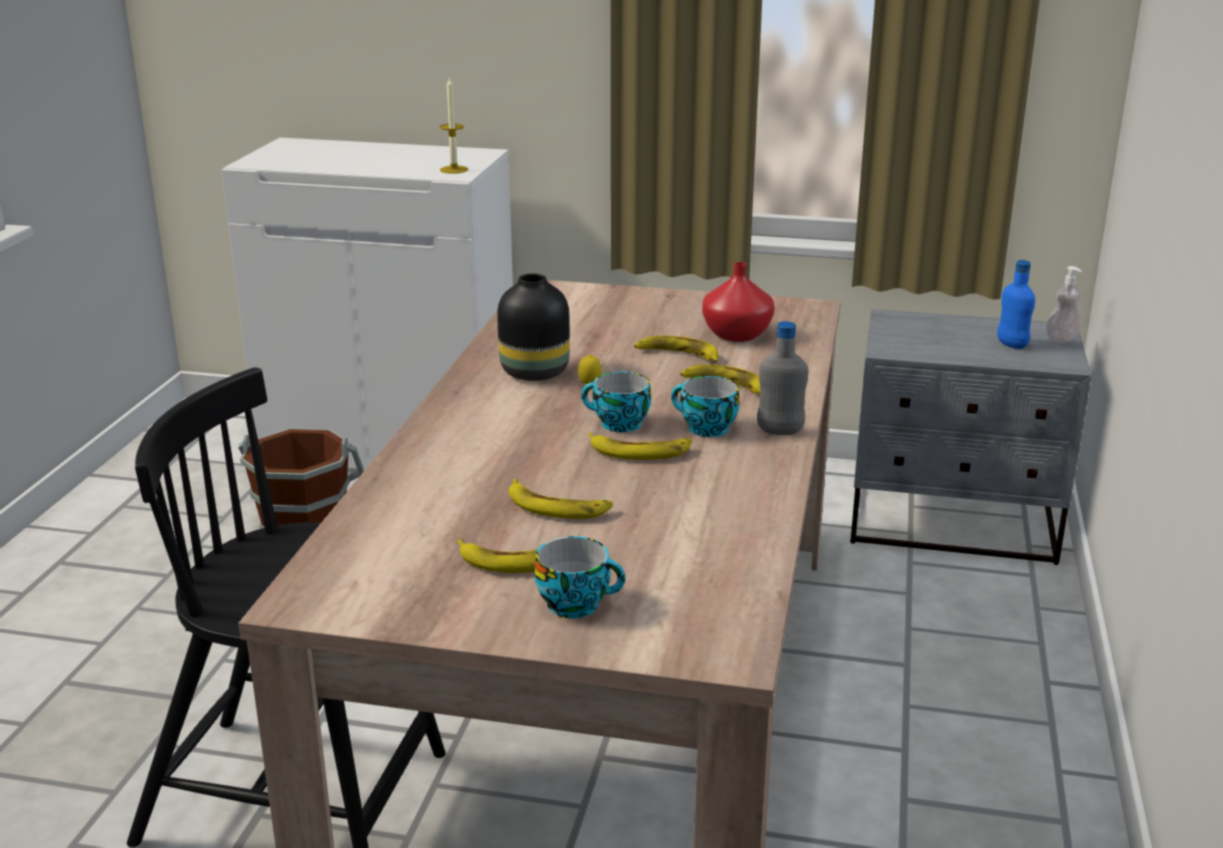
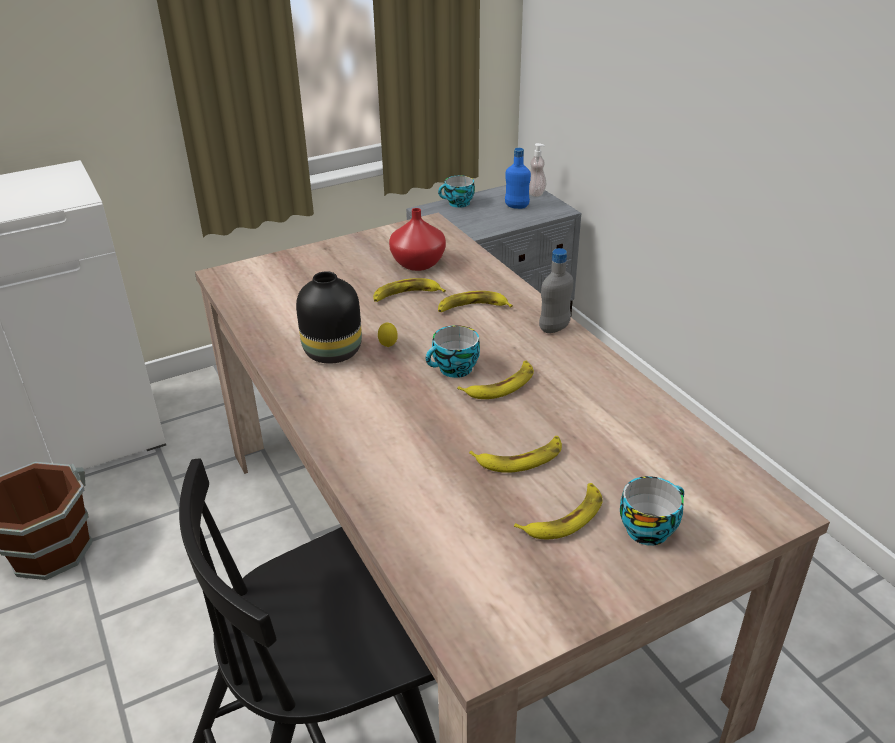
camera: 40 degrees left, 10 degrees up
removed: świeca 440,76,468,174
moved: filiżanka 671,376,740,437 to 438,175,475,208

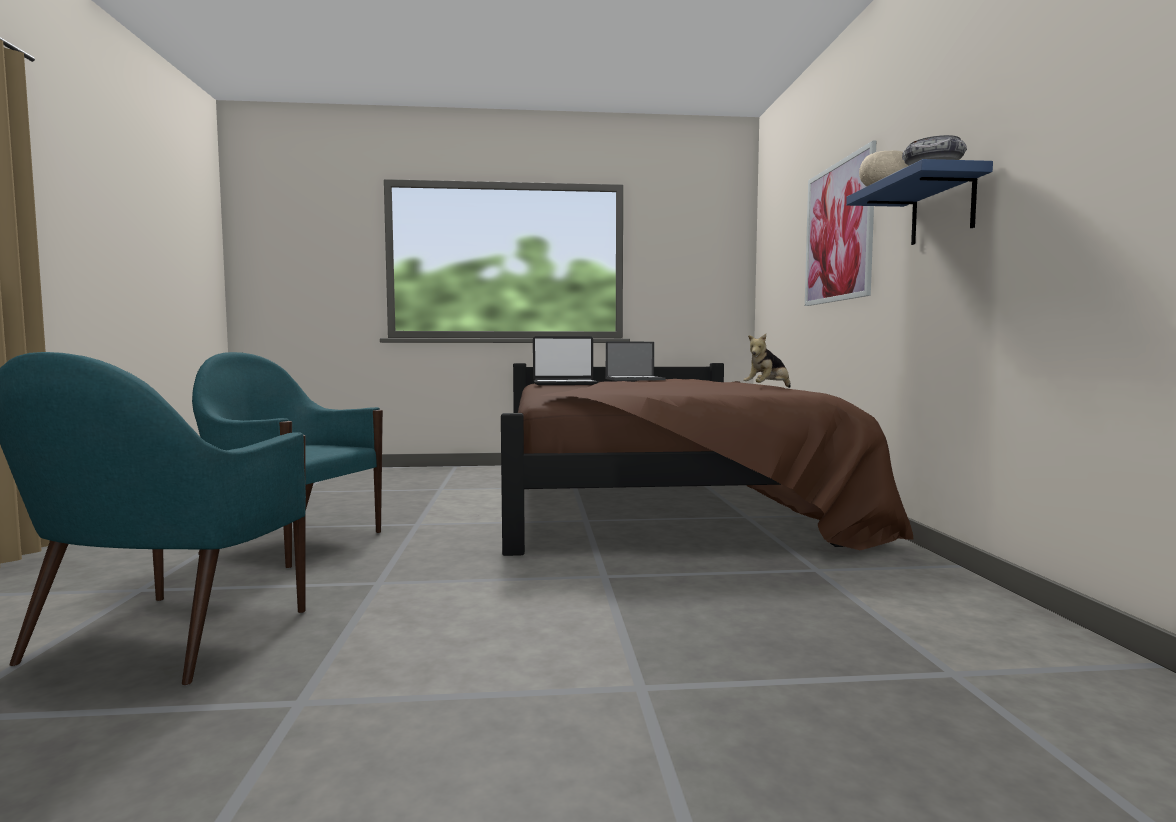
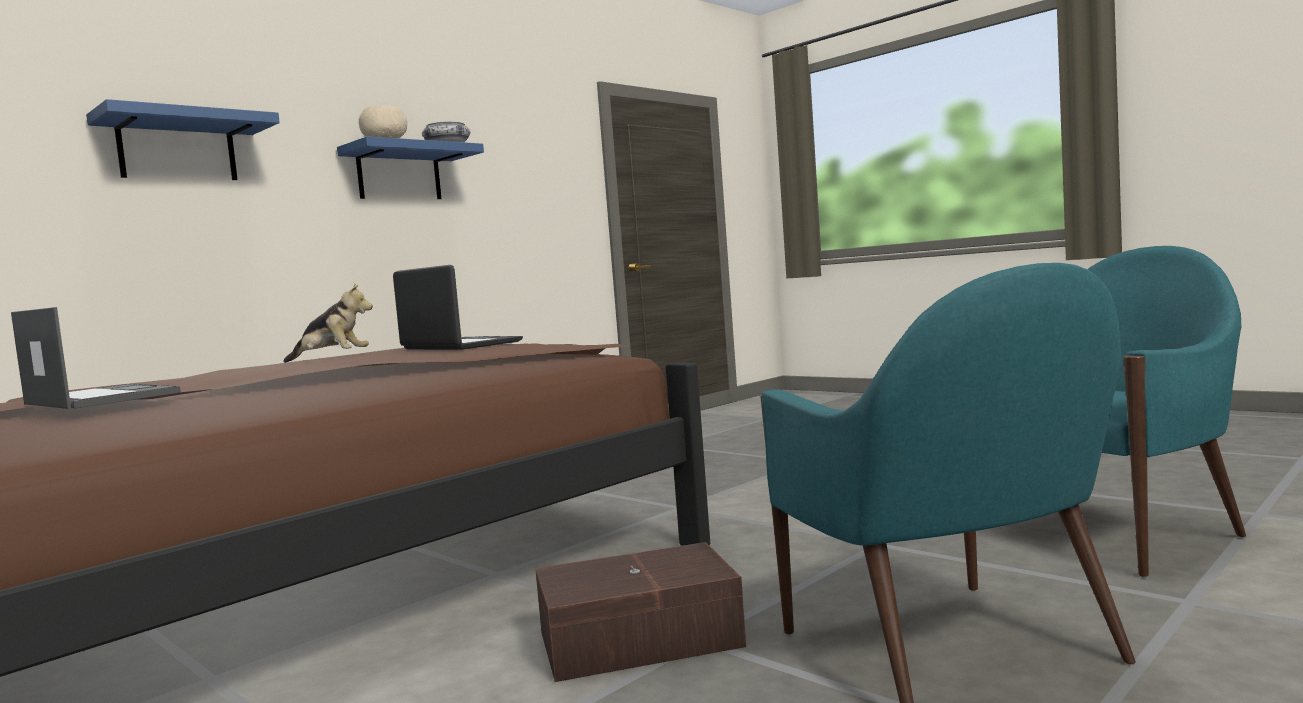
camera: 130 degrees left, 0 degrees up
added: pojemnik do przechowywania/brązowy 535,542,746,682
moved: laptop 533,336,599,385 to 393,265,523,350
replaced: obraz 805,140,876,306 to półka/niebieski 86,99,280,180

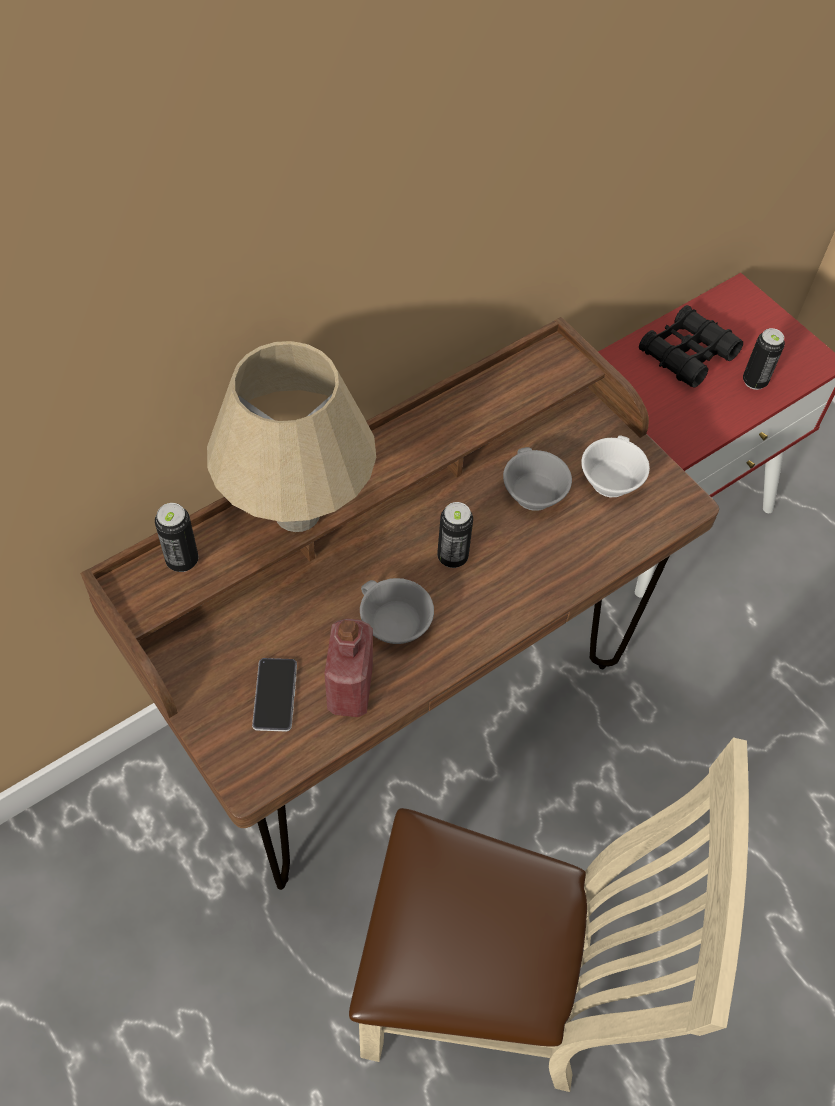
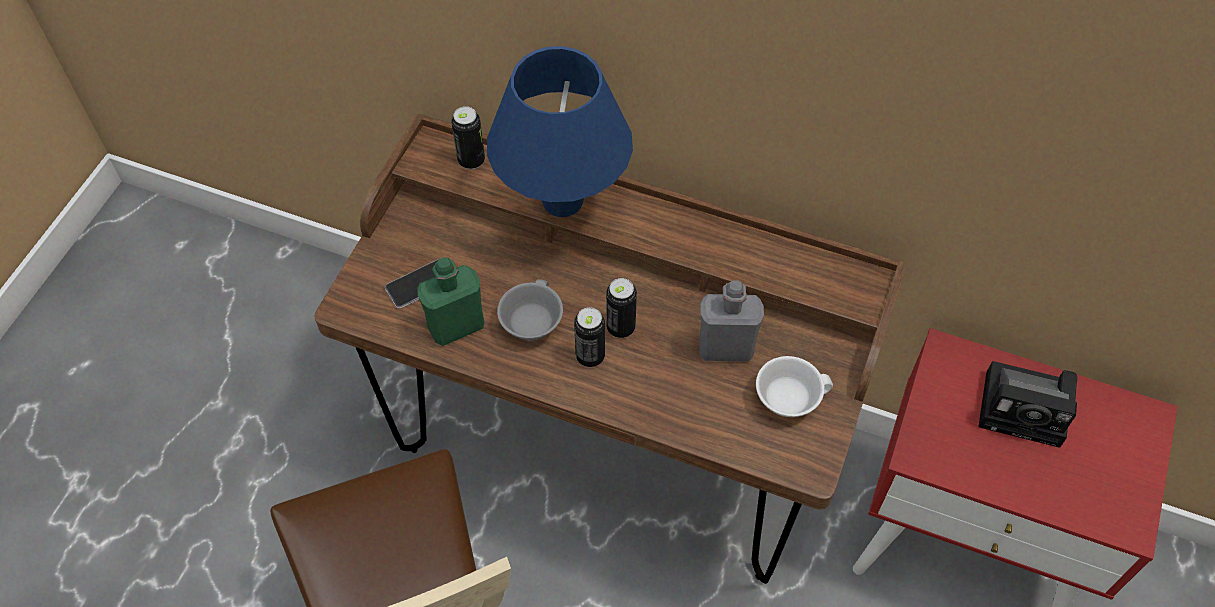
camera: 60 degrees right, 0 degrees up
moved: puszka 743,328,785,390 to 574,307,605,367
replaced: filiżanka/szary 503,447,572,511 to butelka/szary 699,280,764,362; lornetka/czarny 639,305,743,388 to aparat fotograficzny 978,361,1077,448
recoloured: butelka/czerwony 325,619,373,717 to butelka/zielony 418,257,484,346; lampa stołowa/beżowy 207,341,376,532 to lampa stołowa/niebieski 487,46,633,217

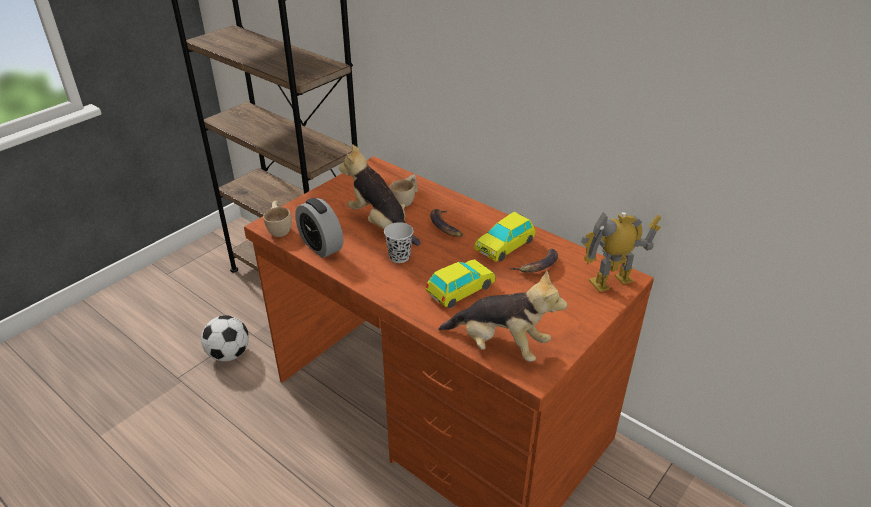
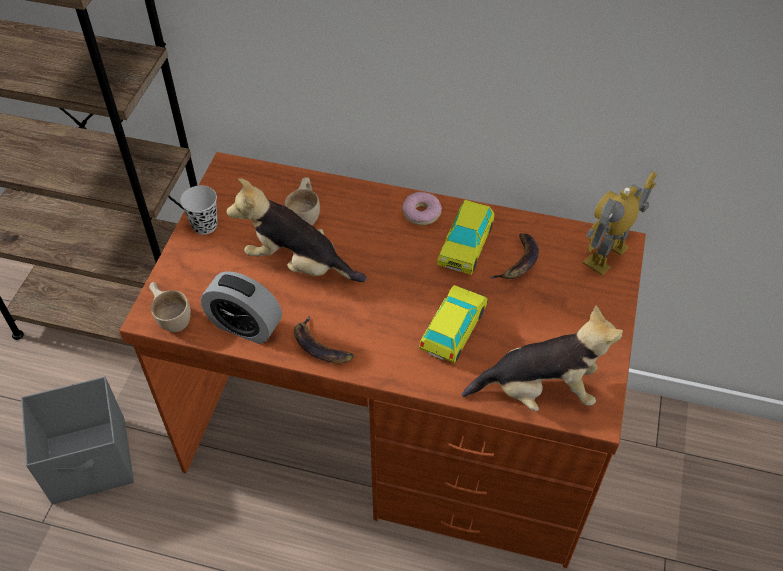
camera: 25 degrees left, 15 degrees up
added: donut 402,192,442,225
moved: filiżanka/czarny 384,222,414,263 to 180,185,218,235; banan 430,209,463,237 to 294,315,354,364
replaced: piłka futbolowa 201,315,249,361 to pojemnik do przechowywania/szary 21,376,134,505

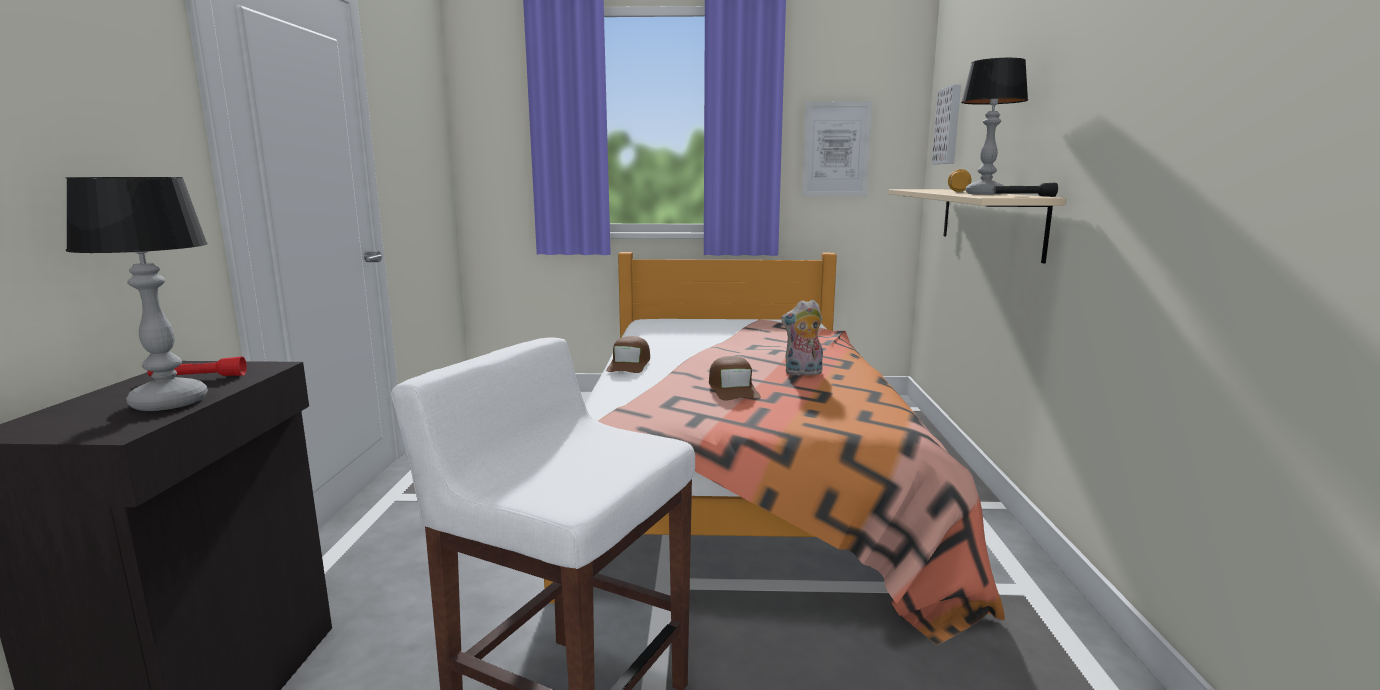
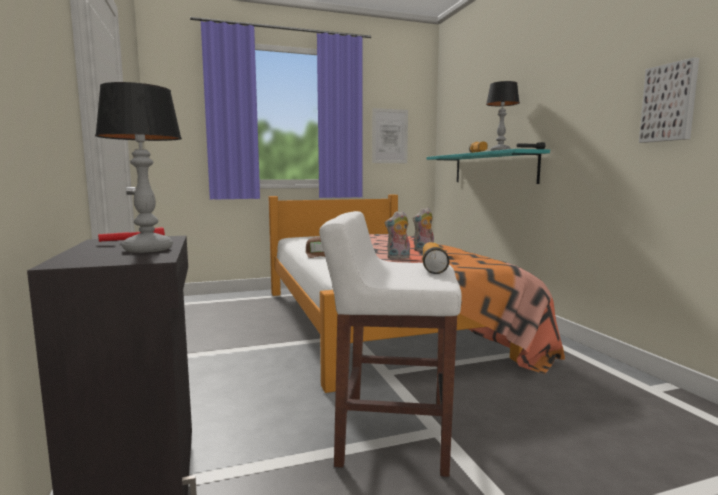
camera: 20 degrees left, 5 degrees down
added: latarka 422,242,449,274
moved: obraz 932,84,961,164 to 639,57,699,143
replaced: czapka z daszkiem/brązowy 709,356,761,401 to pluszak 385,211,410,259
recoloured: półka/beżowy 888,189,1066,263 to półka/turkusowy 427,149,550,184

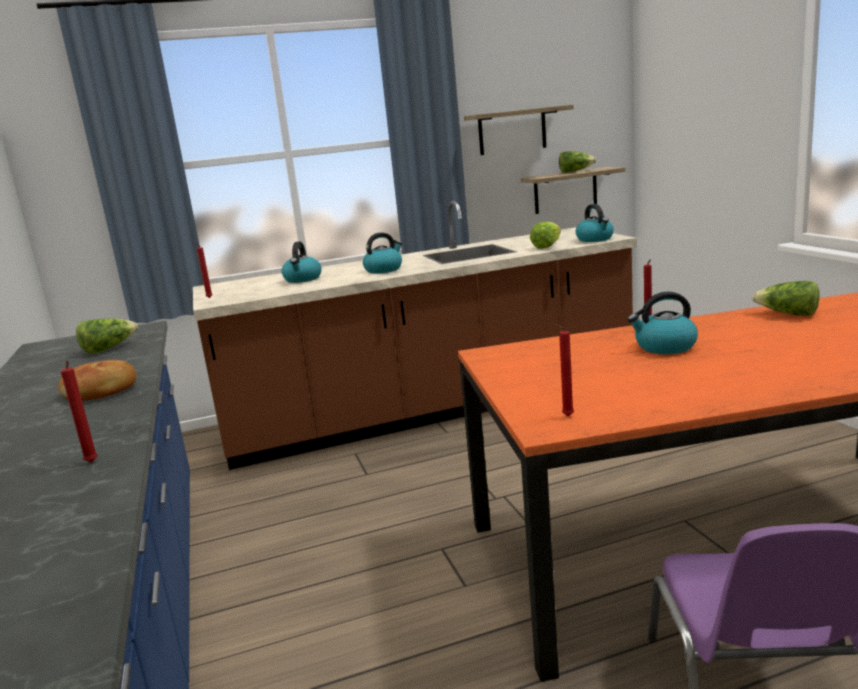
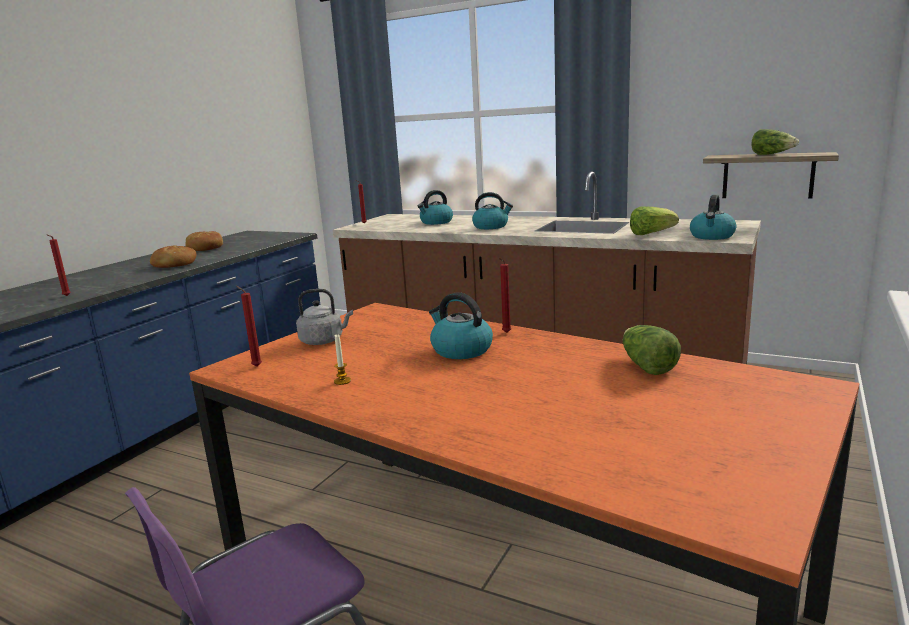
camera: 45 degrees right, 0 degrees up
removed: sałata 76,318,138,354; półka 464,105,574,155
added: chleb 185,231,223,251; czajnik/szary 296,289,353,345; świeca 334,334,351,385

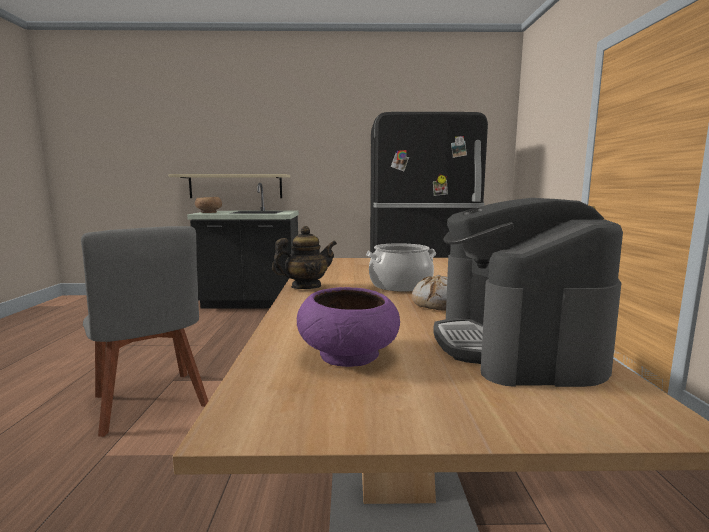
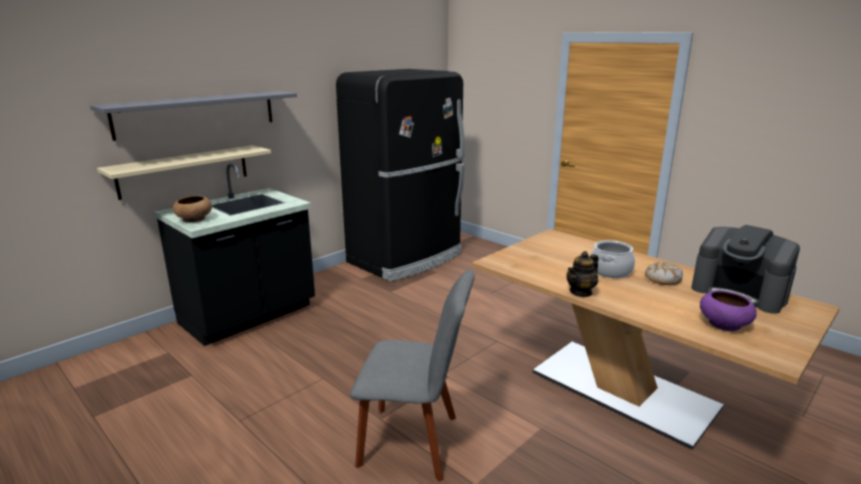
camera: 45 degrees left, 10 degrees up
added: półka/szary 90,91,297,141
turned: imbryk 272,226,337,289 = 566,251,599,298 150 degrees counterclockwise

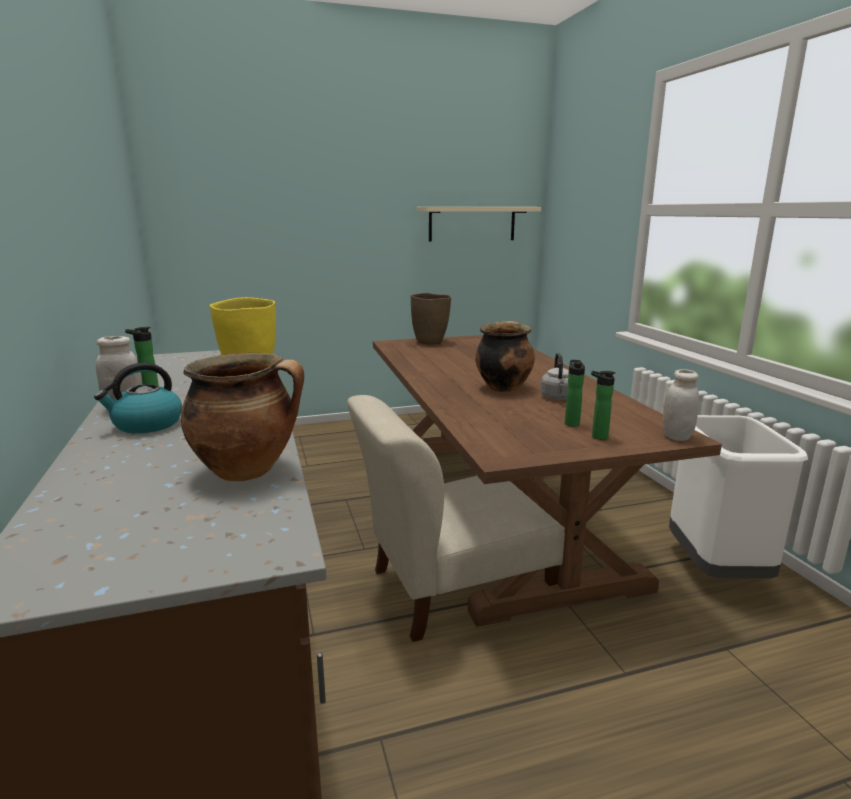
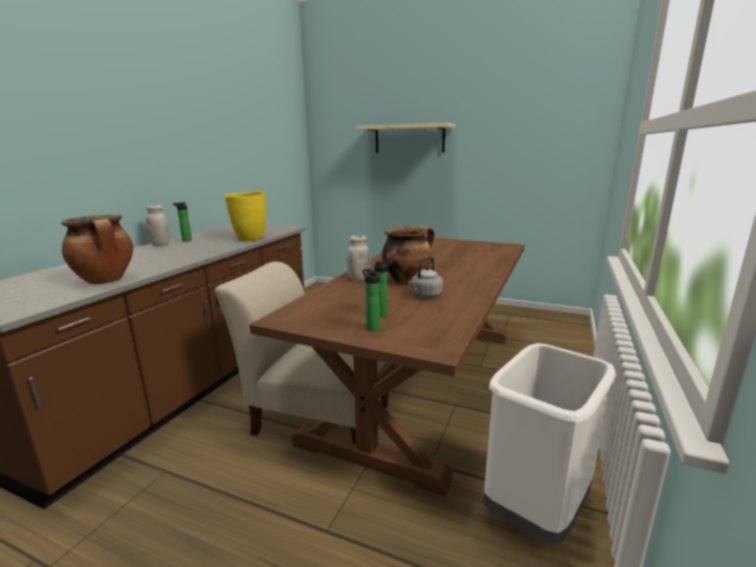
camera: 40 degrees right, 0 degrees up
removed: czajnik 94,363,182,433; wazon/brązowy 411,293,451,345
moved: słoik/biały 663,369,699,441 to 347,235,370,281; półka/beżowy 417,207,541,242 to 356,123,455,153

